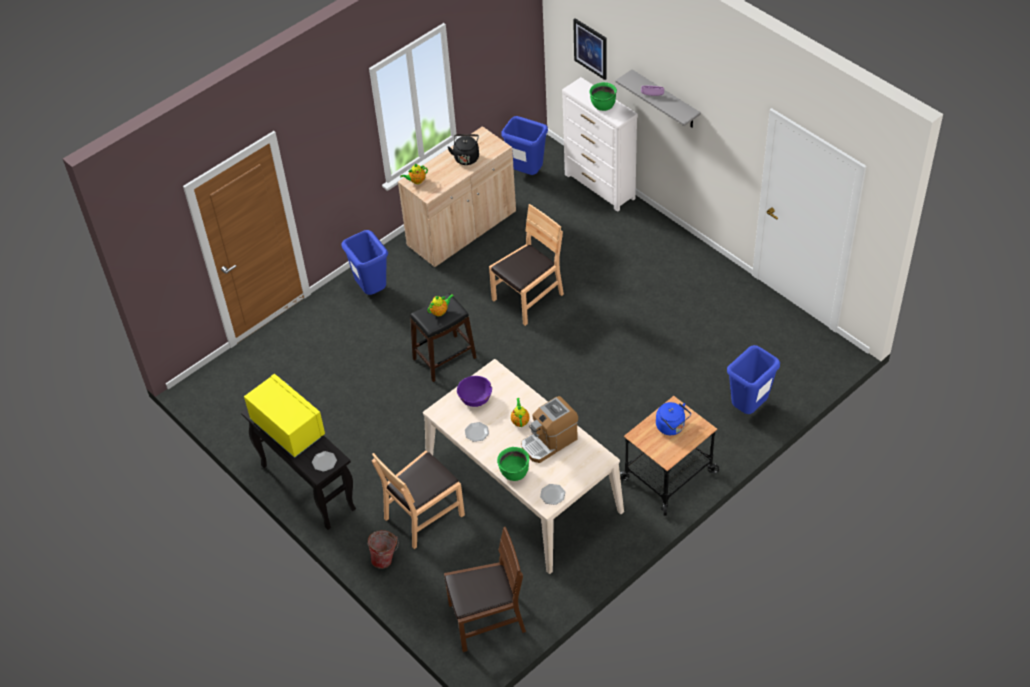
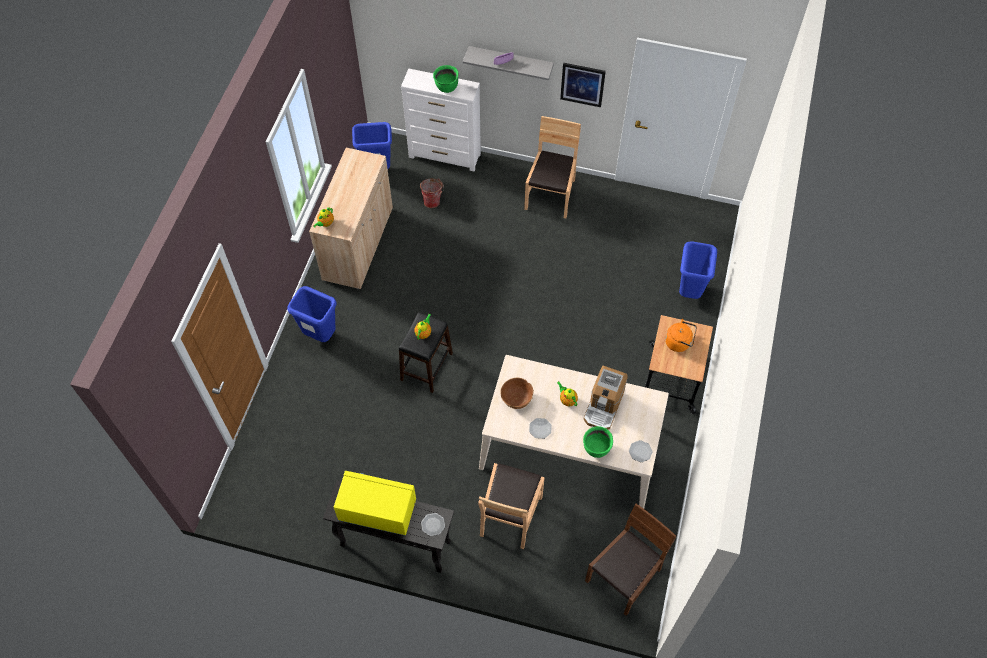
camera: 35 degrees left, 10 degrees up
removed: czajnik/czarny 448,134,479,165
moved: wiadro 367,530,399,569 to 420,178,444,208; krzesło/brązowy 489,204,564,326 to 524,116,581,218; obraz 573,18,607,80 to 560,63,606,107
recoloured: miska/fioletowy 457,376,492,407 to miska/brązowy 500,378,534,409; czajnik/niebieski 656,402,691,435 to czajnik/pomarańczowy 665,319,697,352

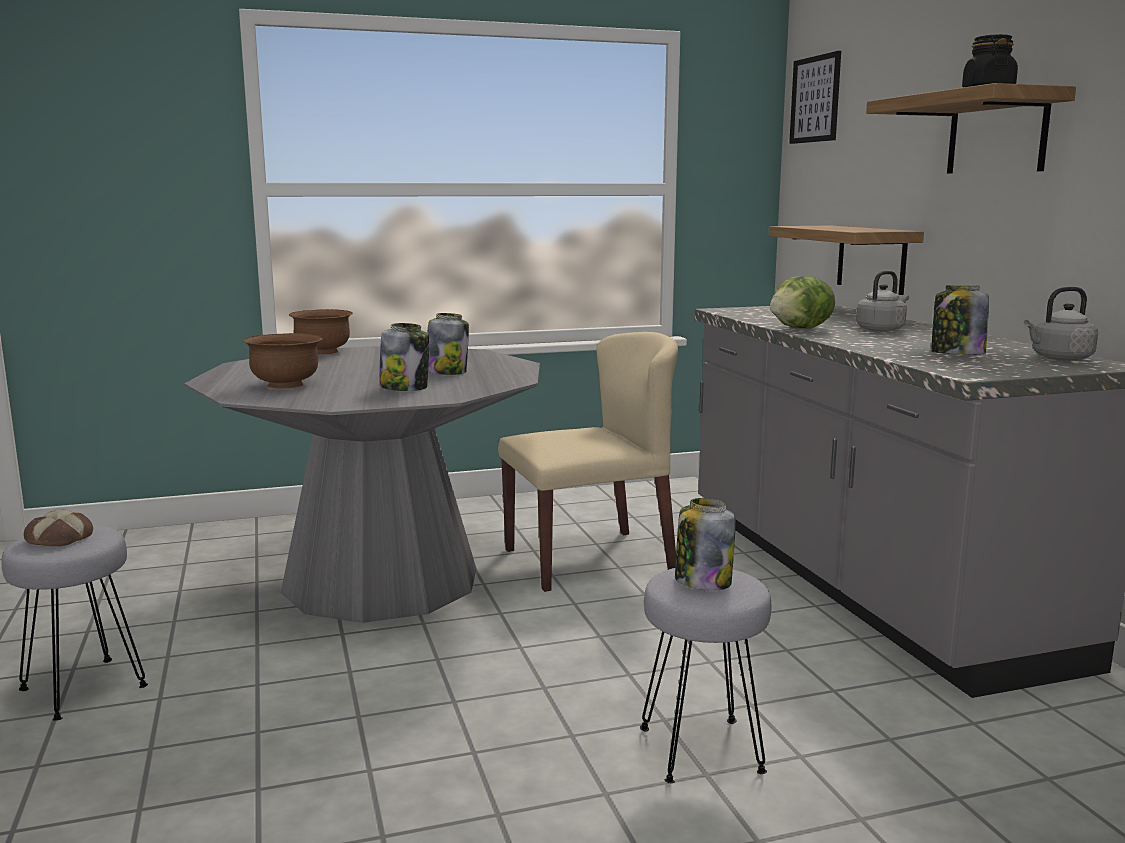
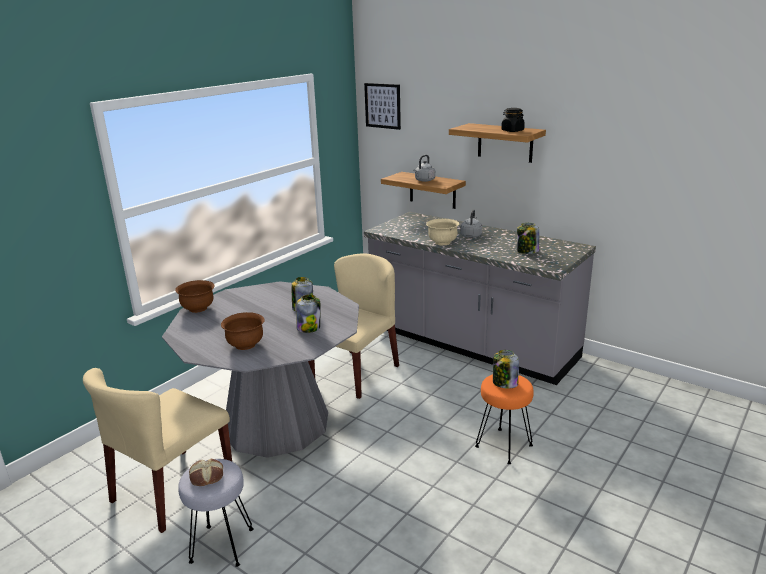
camera: 35 degrees left, 10 degrees up
added: krzesło/beżowy 83,368,232,533
moved: czajnik/szary 1024,287,1098,361 to 413,155,435,182
replaced: sałata 770,275,835,329 to miska/beżowy 426,219,459,245
recoloured: stołek/szary 640,568,771,783 to stołek/pomarańczowy 475,374,534,464

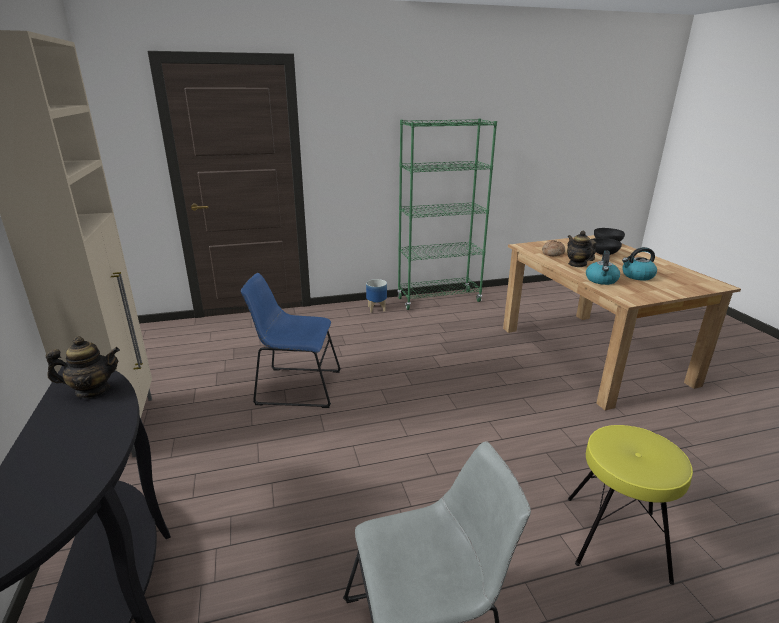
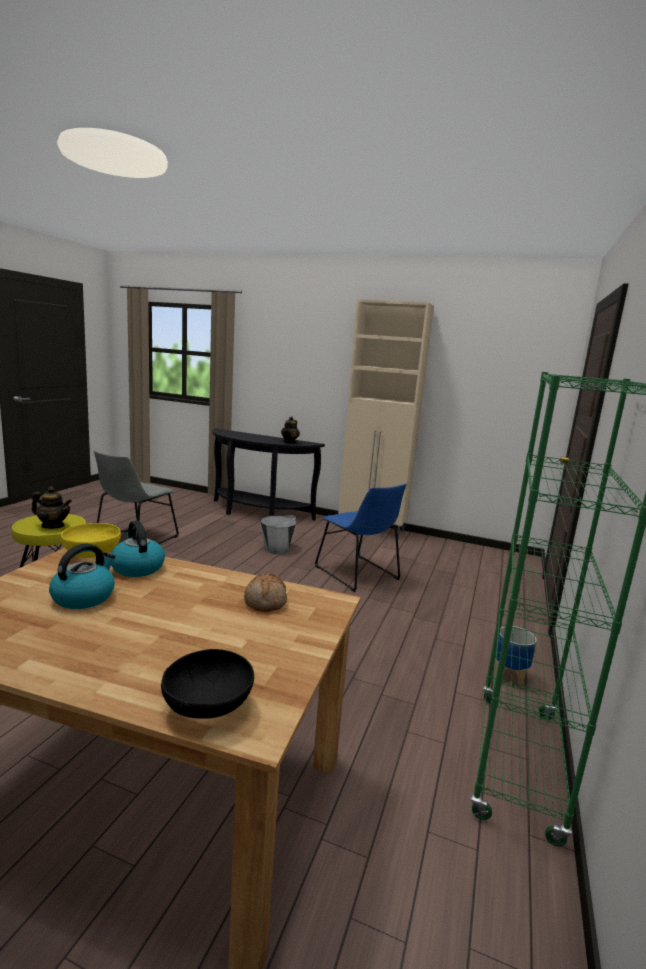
camera: 125 degrees right, 10 degrees down
removed: miska/czarny 589,238,622,255
added: miska/żółty 61,523,121,558; wiadro/szary 261,515,296,554
moved: imbryk 567,231,596,267 to 32,487,72,529
turned: krzesło/niebieski 241,273,341,408 = 315,484,407,592 105 degrees clockwise

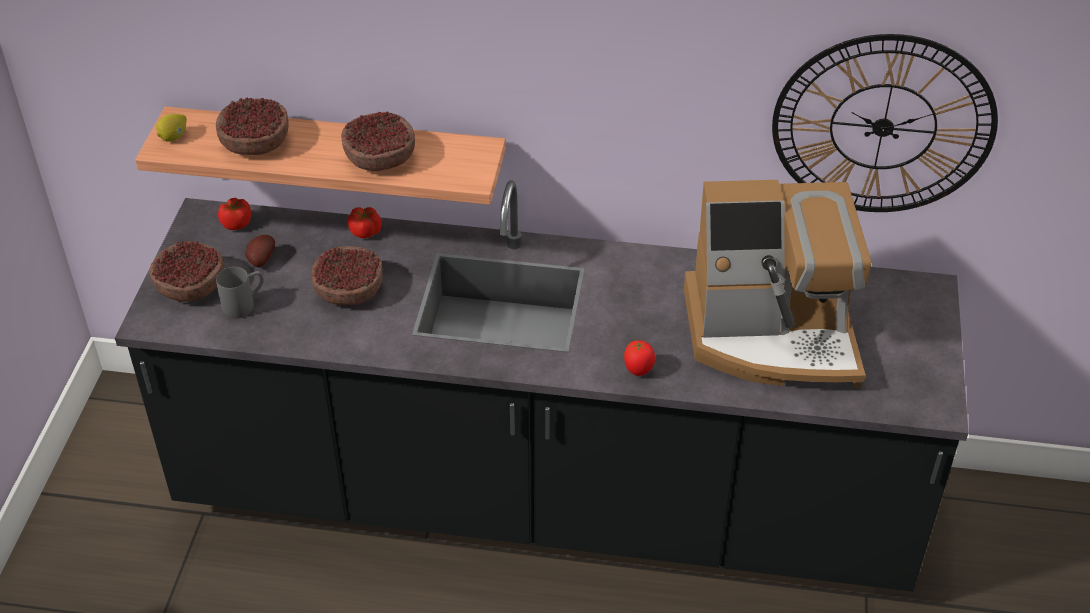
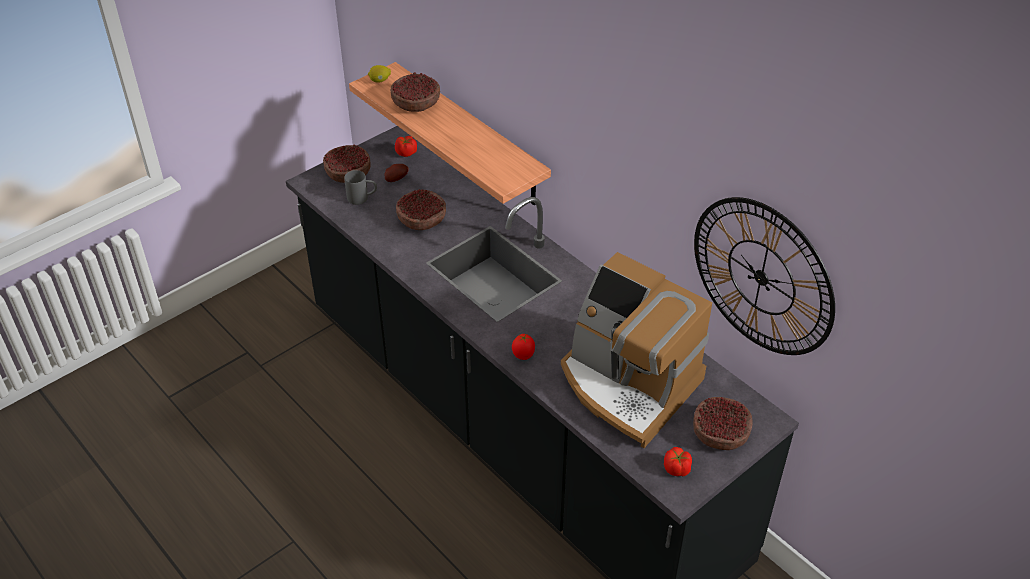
camera: 40 degrees right, 0 degrees up
moved: pomidor 348,207,382,238 to 664,447,692,476; miska 341,112,415,171 to 693,397,753,450

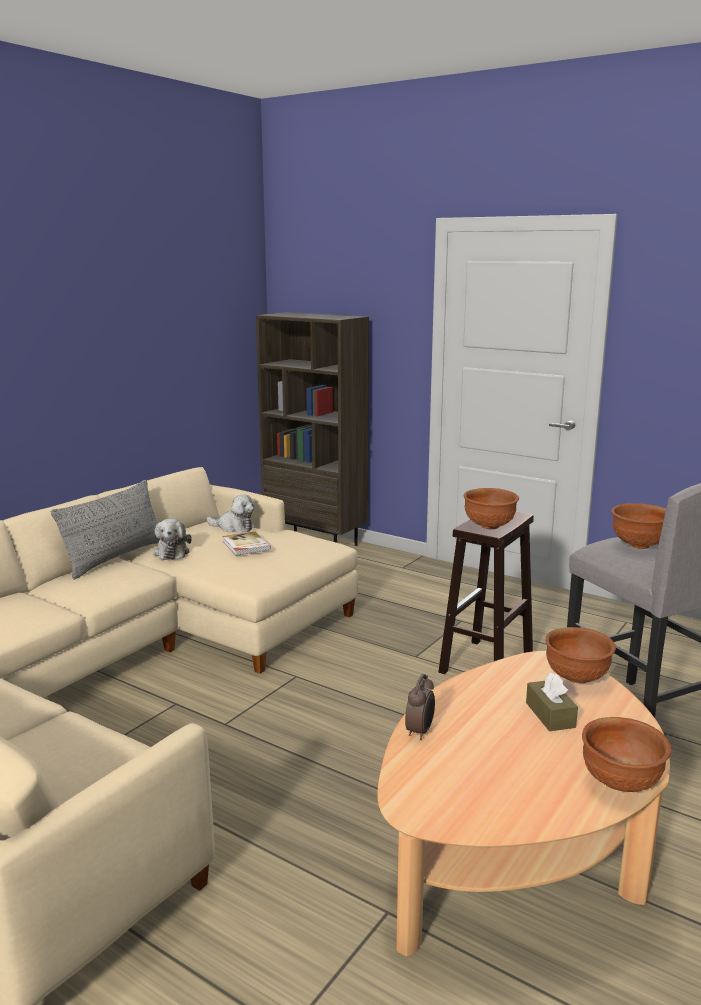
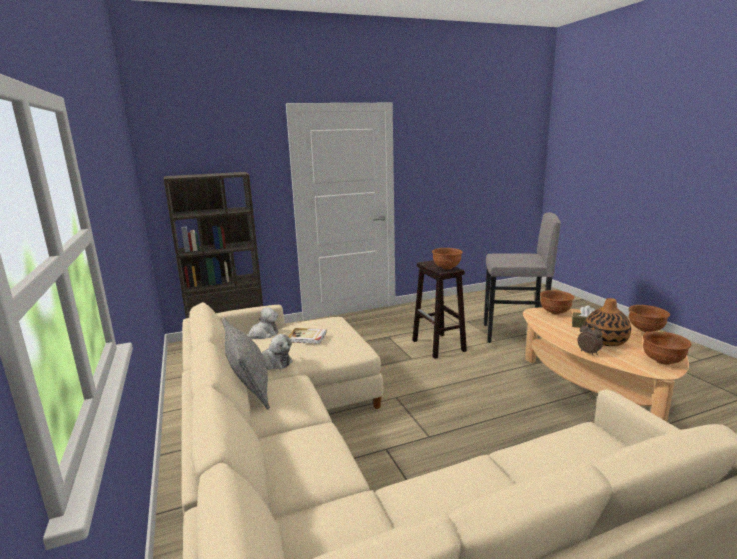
camera: 55 degrees left, 0 degrees up
added: wazon 584,298,631,346
moved: miska/brązowy 611,503,666,549 to 643,331,692,365

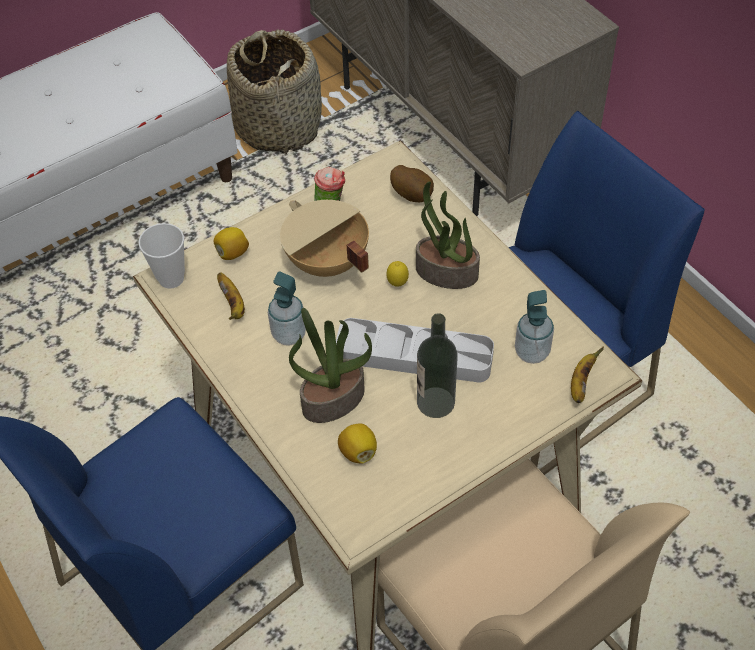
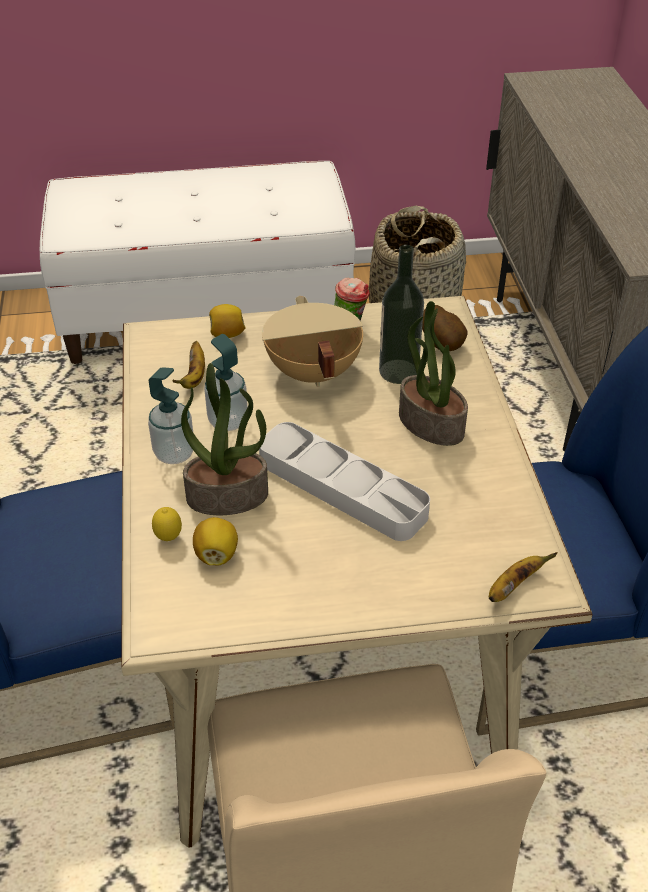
camera: 25 degrees right, 10 degrees down
removed: filiżanka 139,223,185,289
moved: dozownik mydła 515,290,554,364 to 148,367,193,464; cytryna 386,261,409,287 to 152,507,182,541; butelka 417,313,458,418 to 379,245,424,384

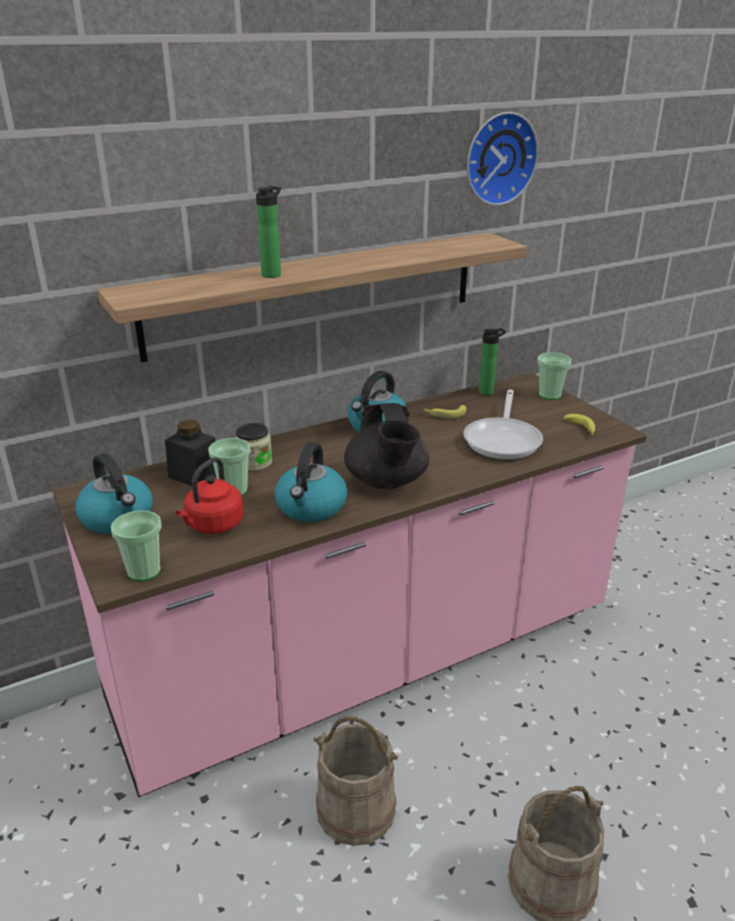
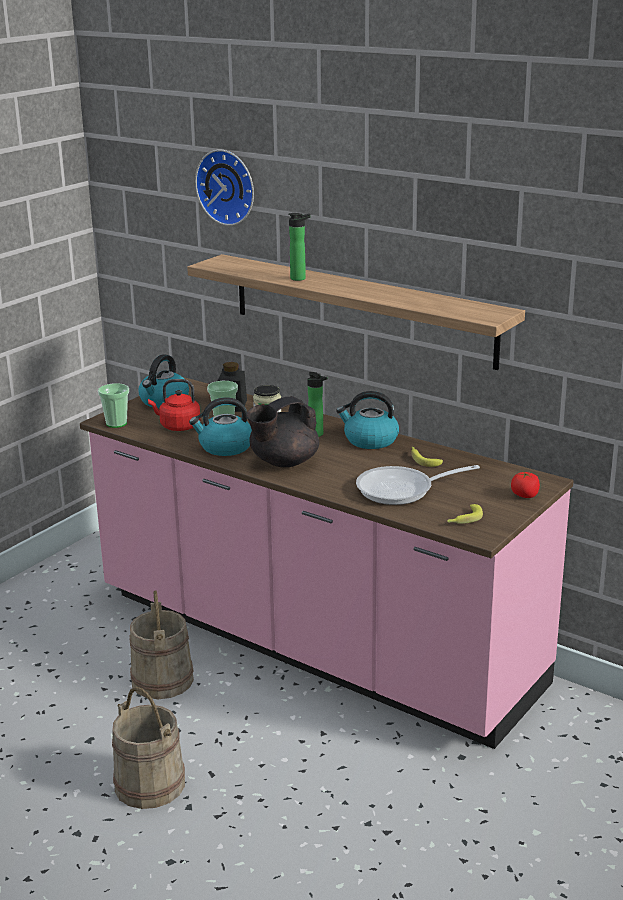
camera: 65 degrees right, 5 degrees down
moved: zegar ścienny 467,112,539,206 to 195,150,254,226; butelka 479,328,506,395 to 307,372,328,437
replaced: filiżanka 538,352,571,400 to pomidor 511,472,540,498

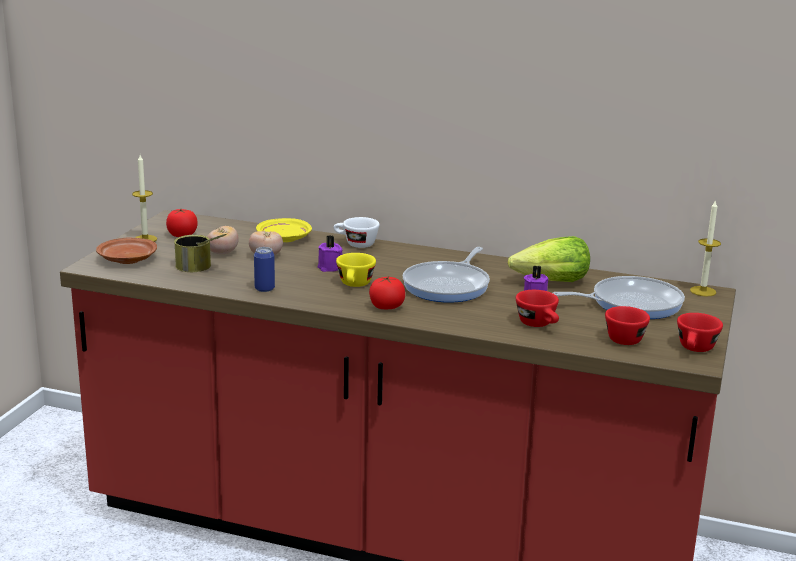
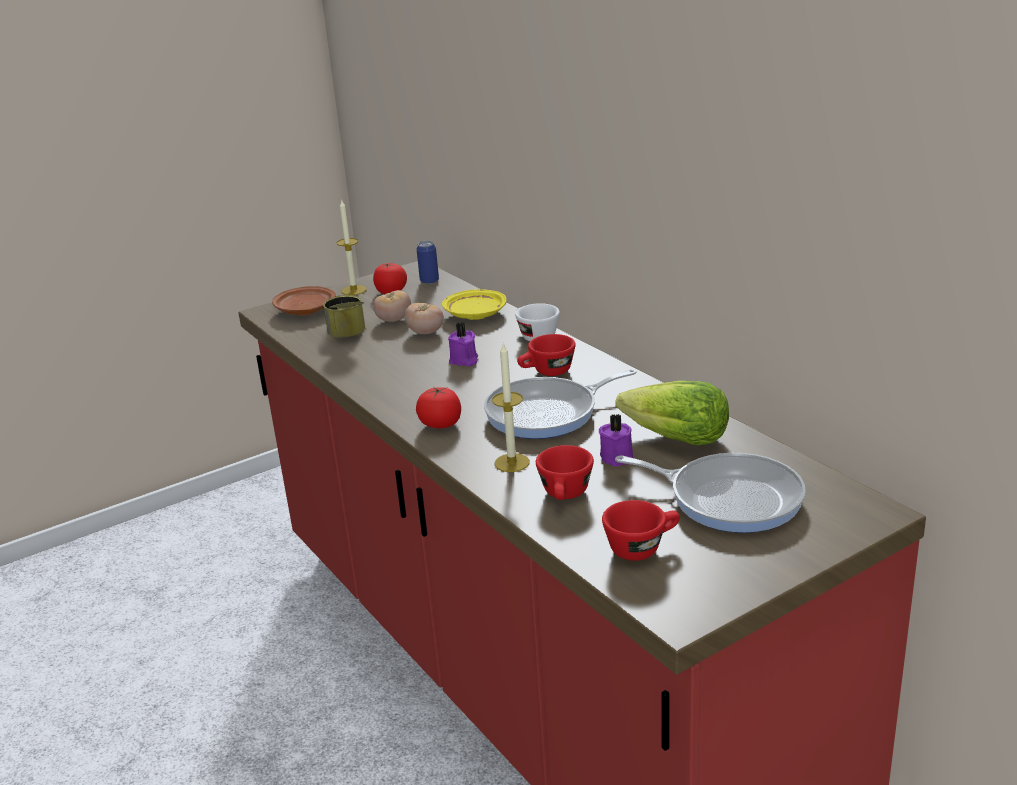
camera: 40 degrees right, 5 degrees up
removed: filiżanka/żółty 336,253,376,287
moved: puszka 254,247,275,292 to 417,241,439,284; świeca 690,200,721,297 to 492,343,530,472; filiżanka/czerwony 677,313,723,352 to 517,334,576,376

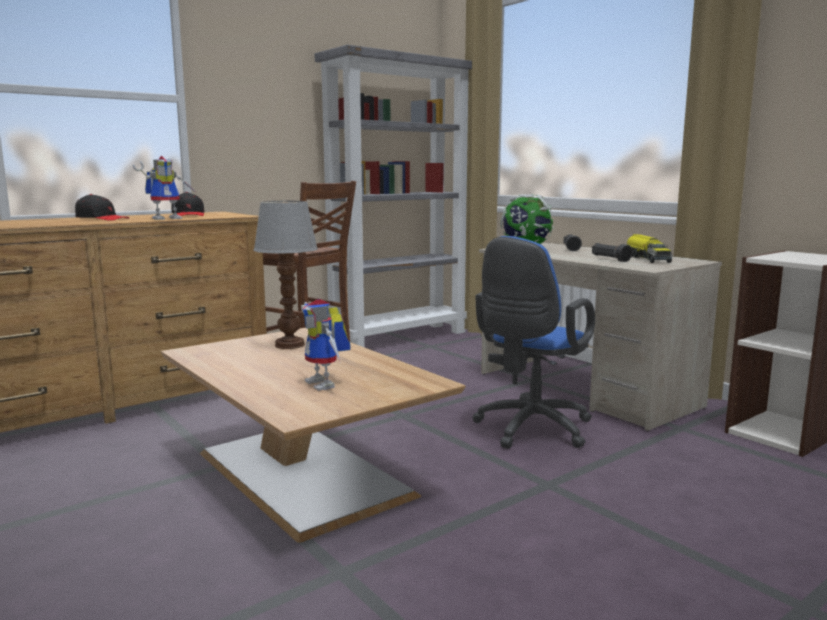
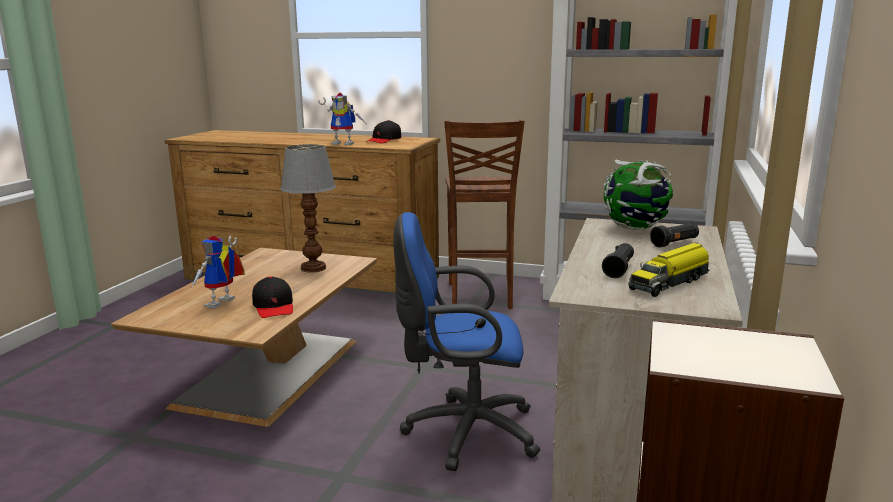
camera: 55 degrees right, 5 degrees up
moved: czapka z daszkiem/czarny 75,194,129,221 to 252,276,293,318

